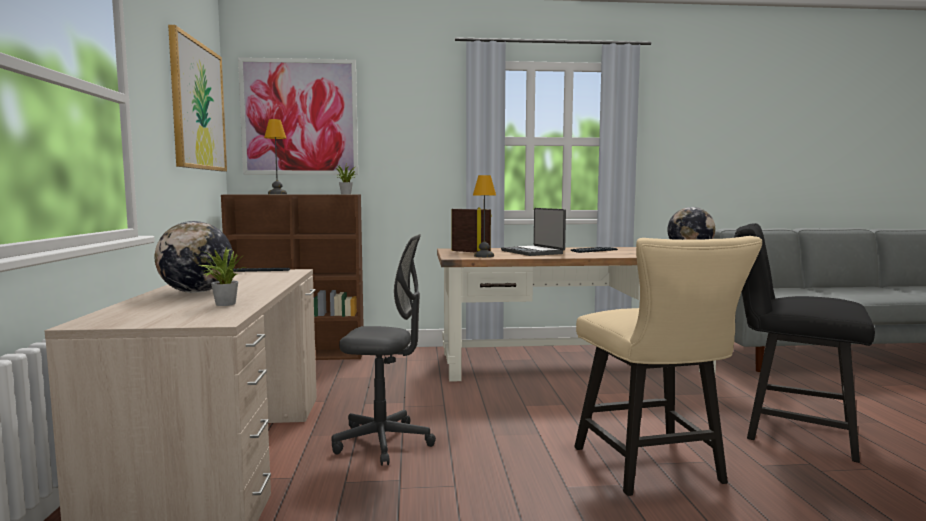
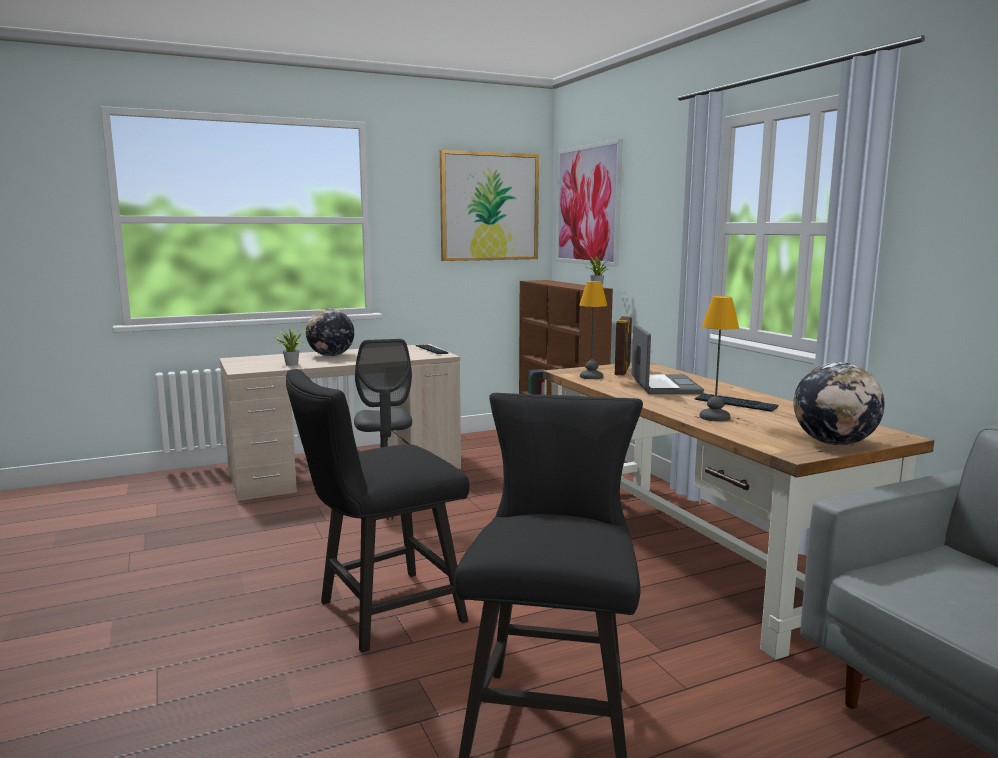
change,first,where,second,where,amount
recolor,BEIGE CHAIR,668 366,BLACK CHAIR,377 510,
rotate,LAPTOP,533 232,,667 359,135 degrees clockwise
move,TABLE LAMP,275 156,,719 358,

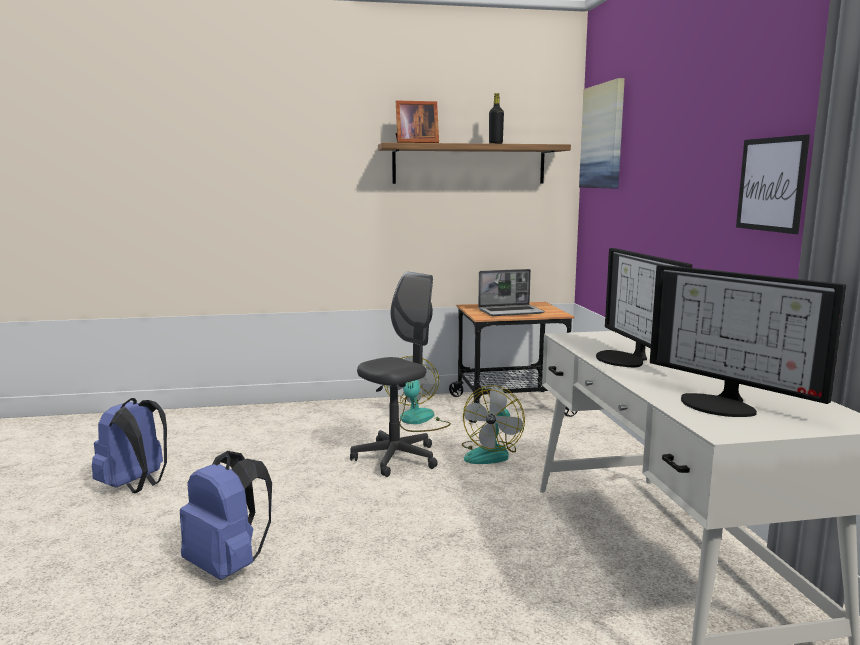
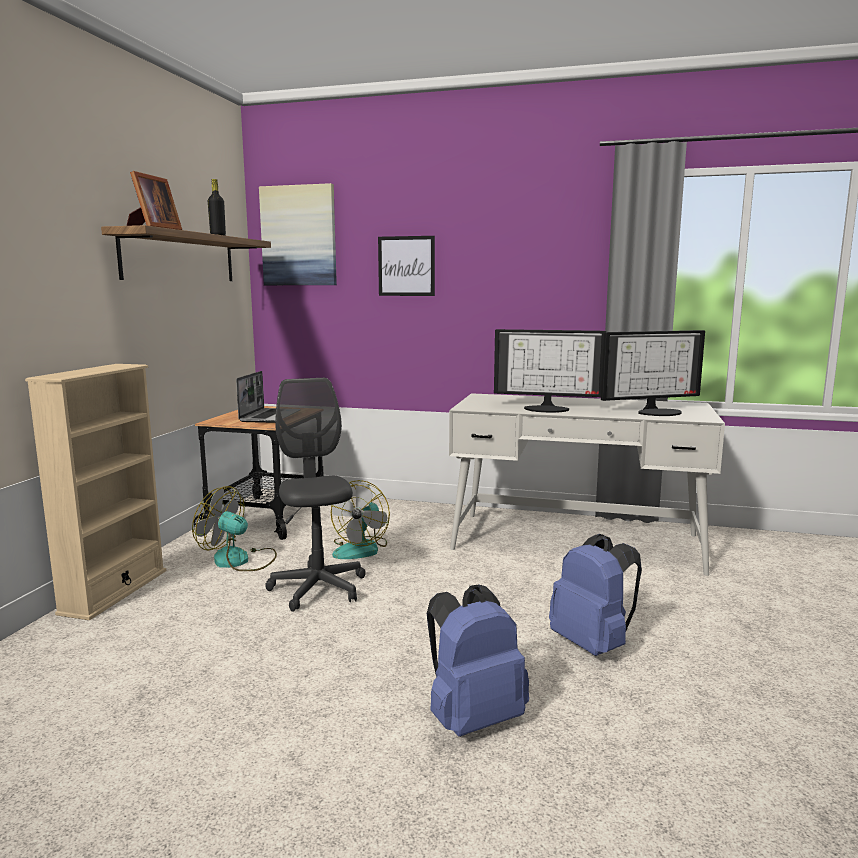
change,first,where,second,where,amount
insert,,,BEIGE BOOKCASE,95 492,
rotate,FAN,493 424,,360 519,60 degrees clockwise
move,PICTURE,773 184,,406 266,
move,BLUE BACKPACK,129 445,,595 595,

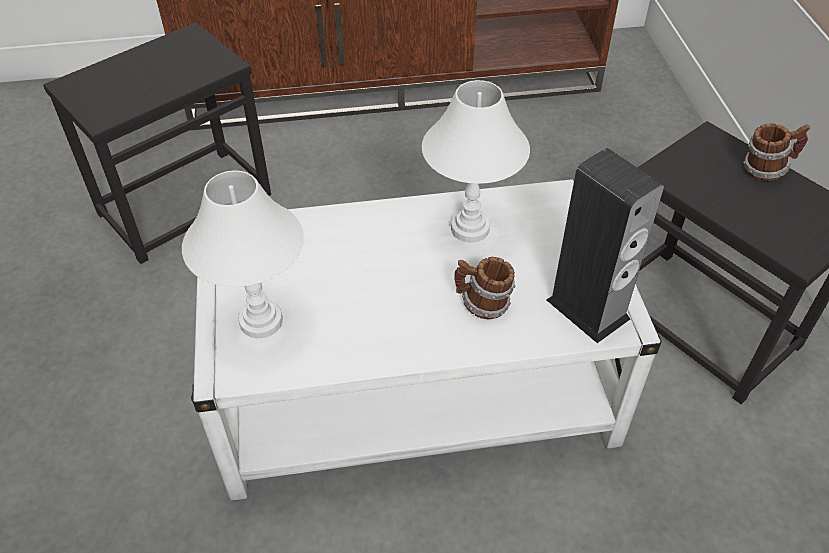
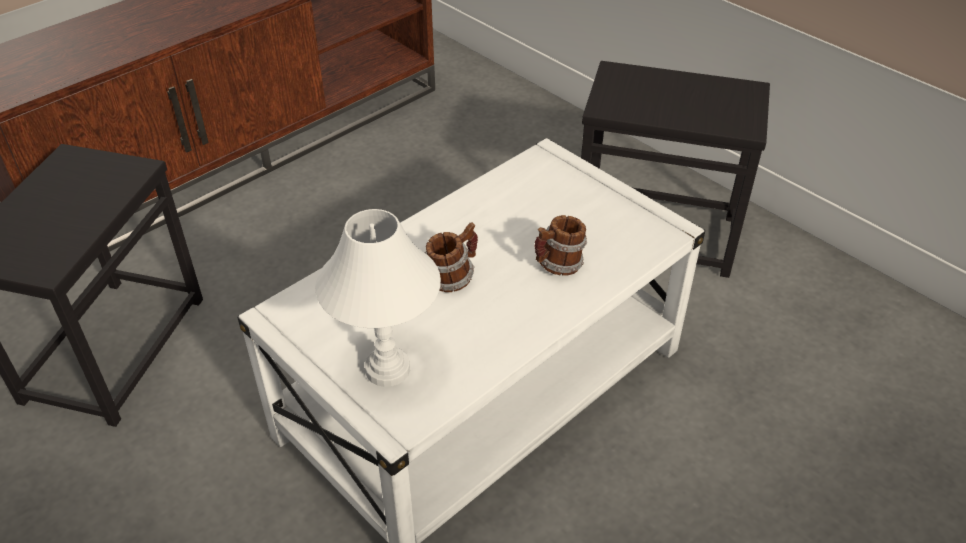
change,first,where,second,where,amount
move,MUG,776 152,,451 257,
delete,WHITE TABLE LAMP,476 161,,,
delete,SPEAKER,605 245,,,

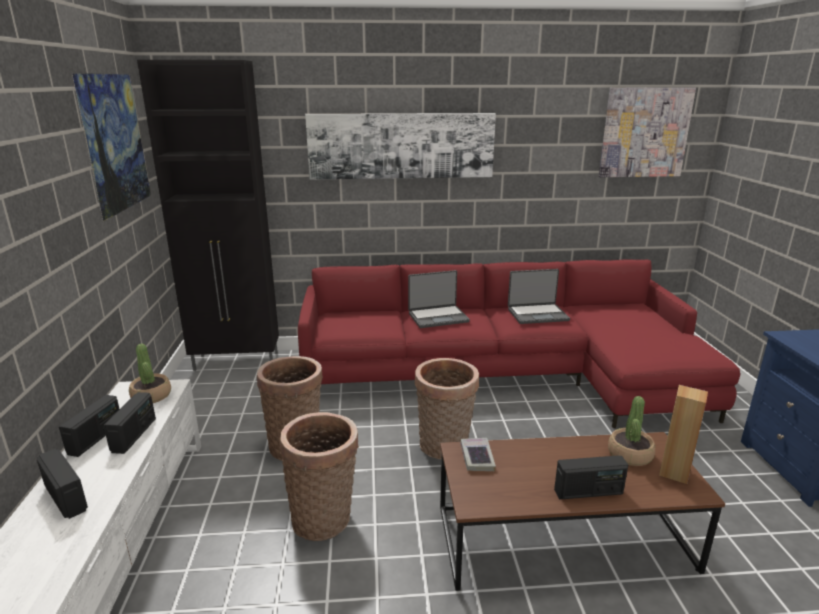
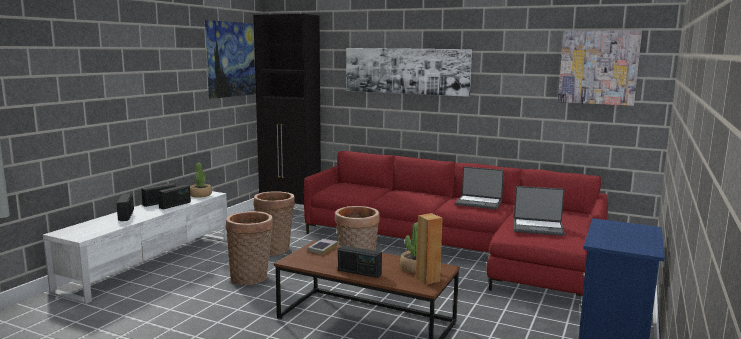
change,first,where,second,where,amount
move,LAPTOP,439 299,,539 211,

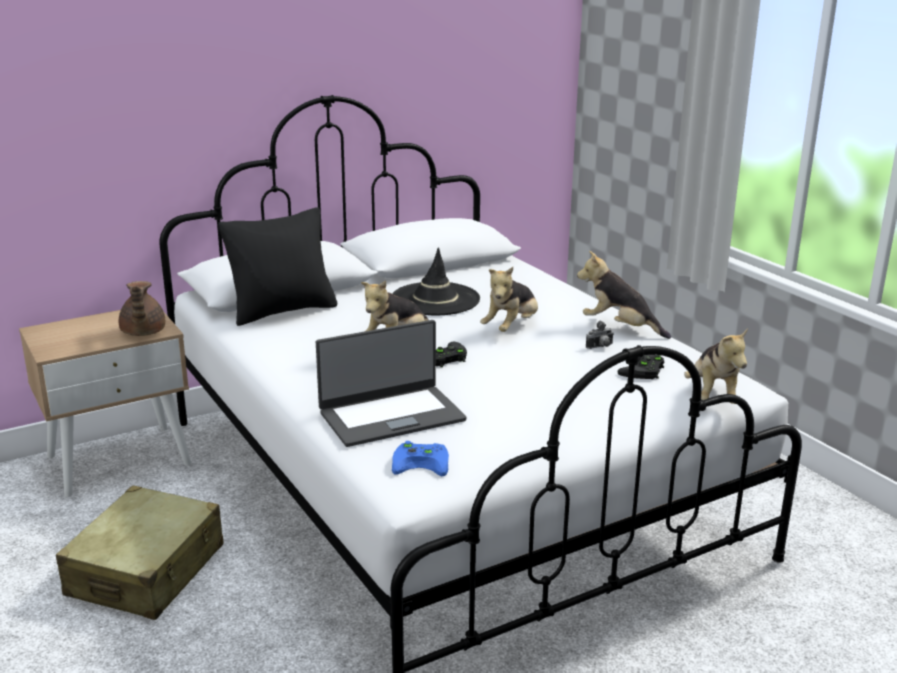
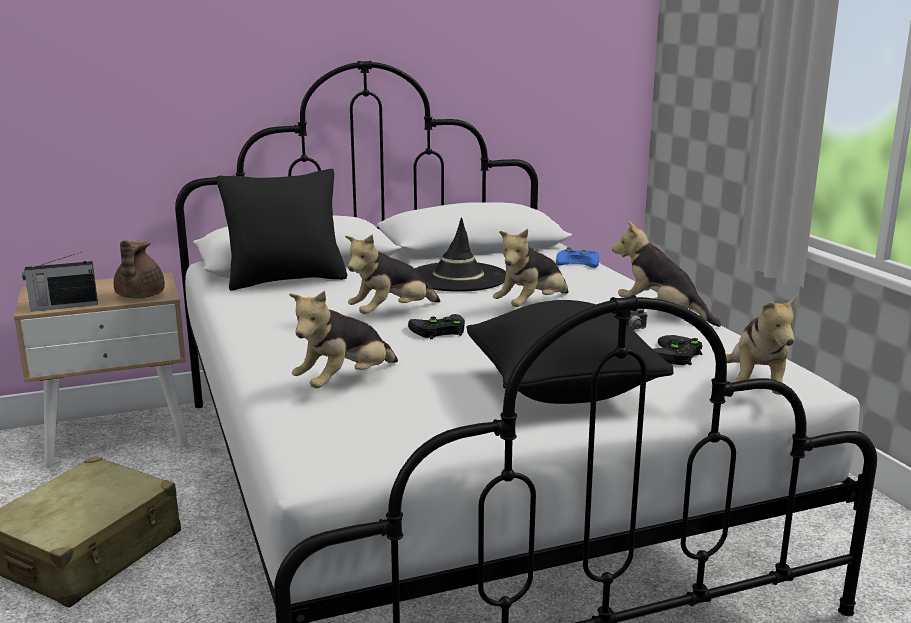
change,first,where,second,where,amount
insert,,,RADIO,60 282,
replace,LAPTOP,391 383,PLUSH TOY,343 339,
insert,,,BLACK PILLOW,570 352,
move,BLUE GAME CONTROLLER,420 458,,578 257,

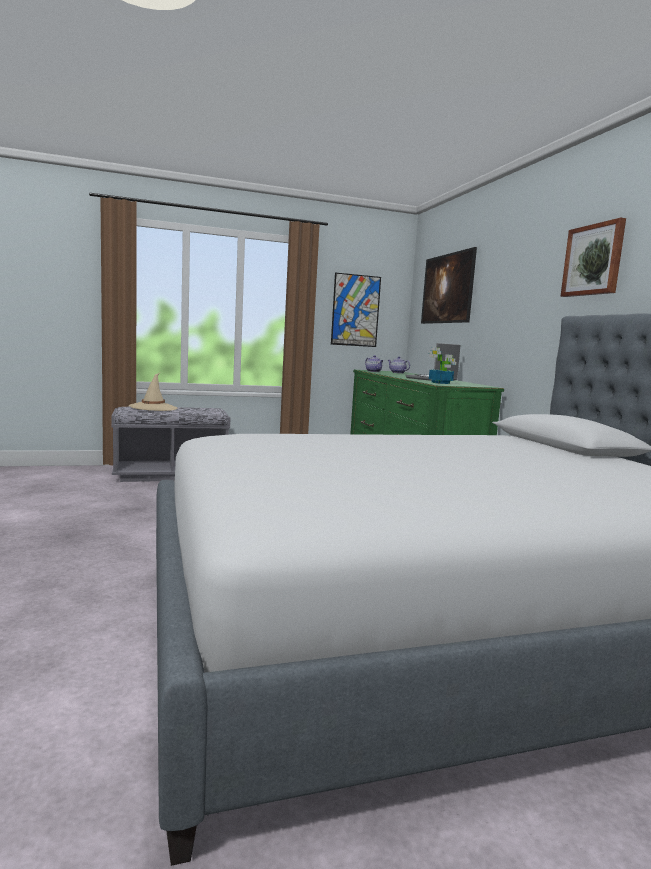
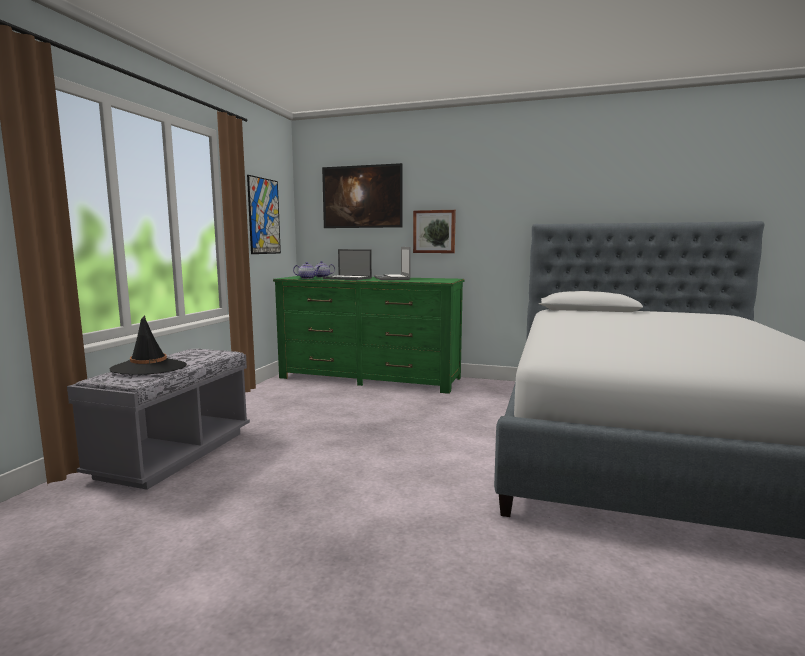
change,first,where,second,where,amount
recolor,BEIGE HAT,153 392,BLACK HAT,148 345,
insert,,,LAPTOP,347 264,
move,PICTURE,593 257,,434 231,
delete,POTTED PLANT,442 365,,,

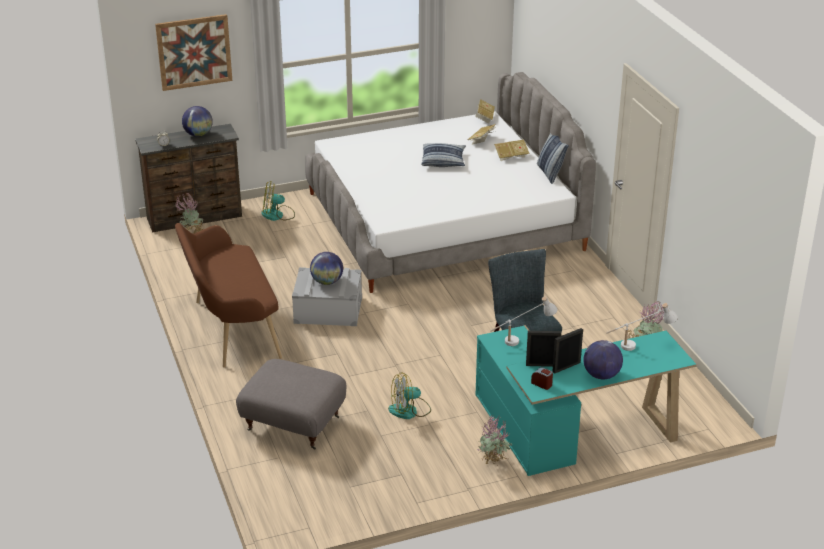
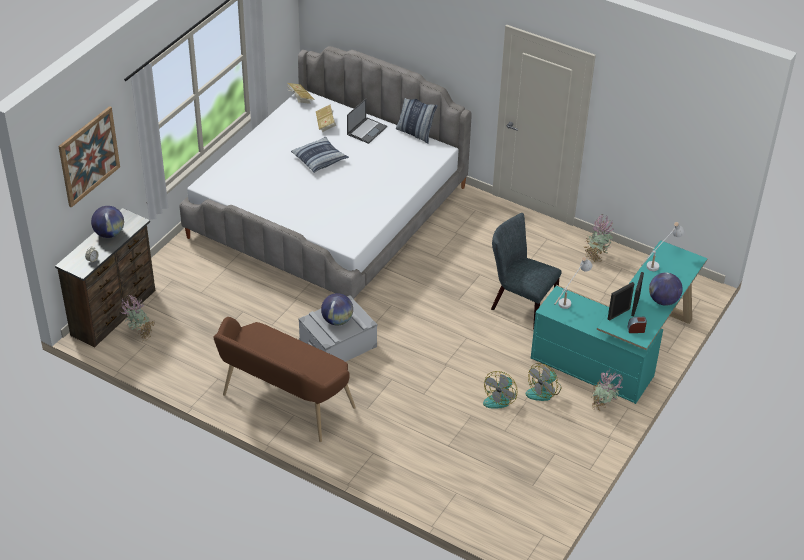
change,first,where,second,where,amount
replace,BOOK,512 150,LAPTOP,367 121,
move,FAN,278 201,,543 382,
delete,GREY OTTOMAN,291 404,,,

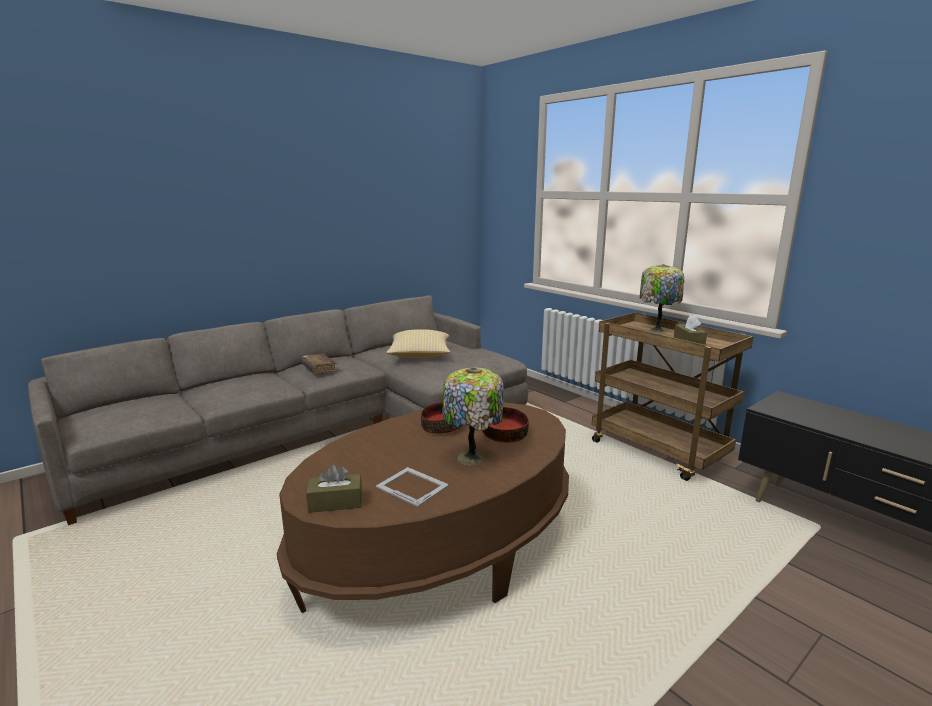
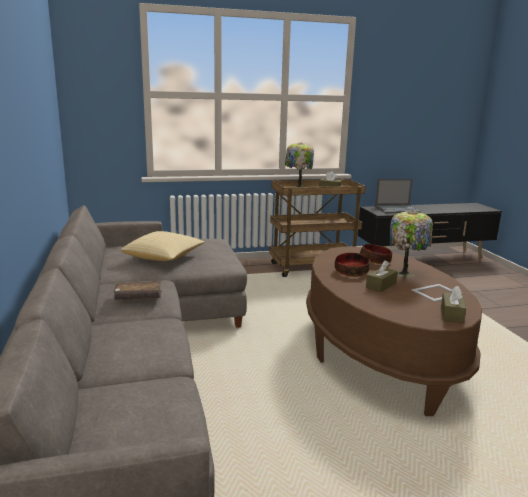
change,first,where,second,where,amount
insert,,,BROWN TISSUE BOX,382 276,
insert,,,LAPTOP,398 196,

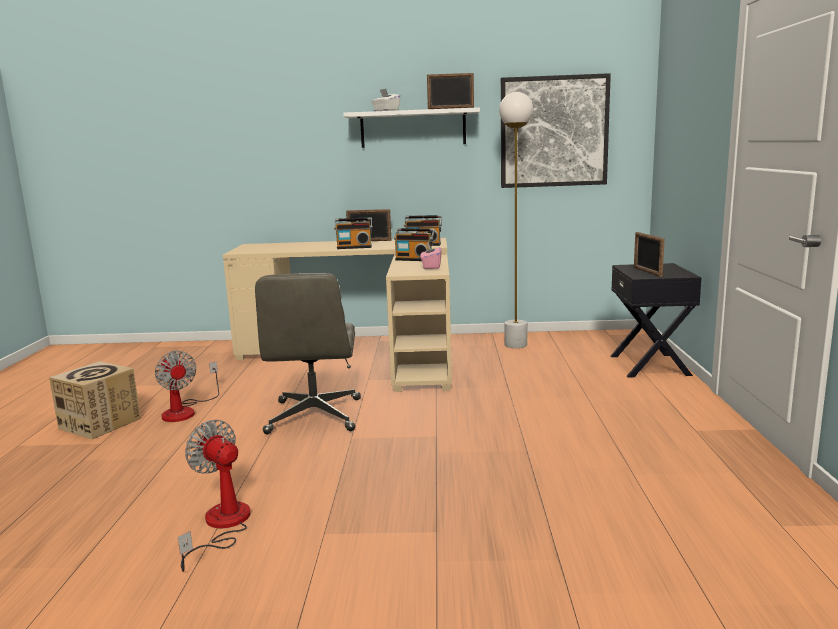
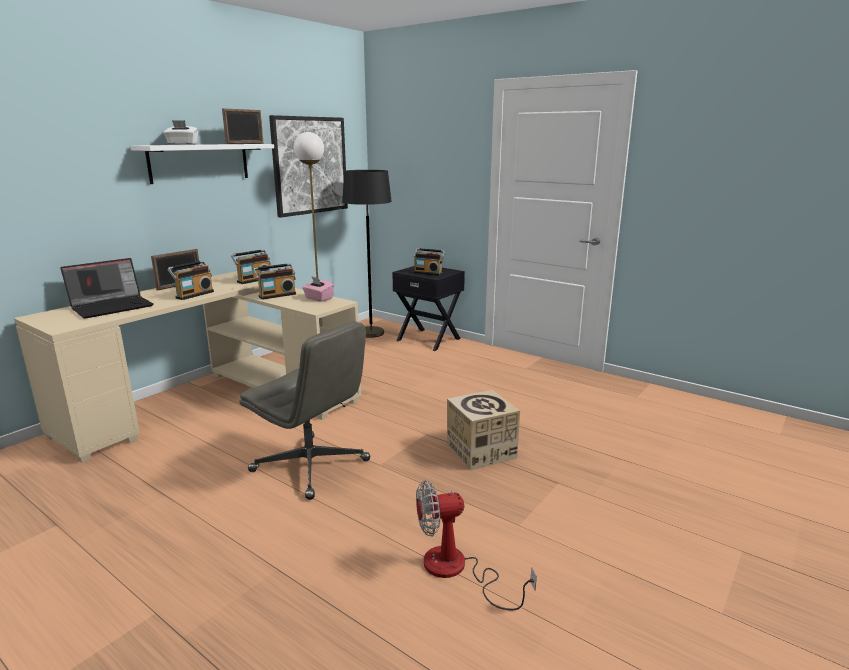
change,first,where,second,where,amount
insert,,,LAPTOP,106 288,
insert,,,BLACK FLOOR LAMP,367 254,
replace,PICTURE FRAME,649 254,RADIO,429 262,
move,CARDBOARD BOX,95 400,,483 430,
delete,FAN,187 386,,,

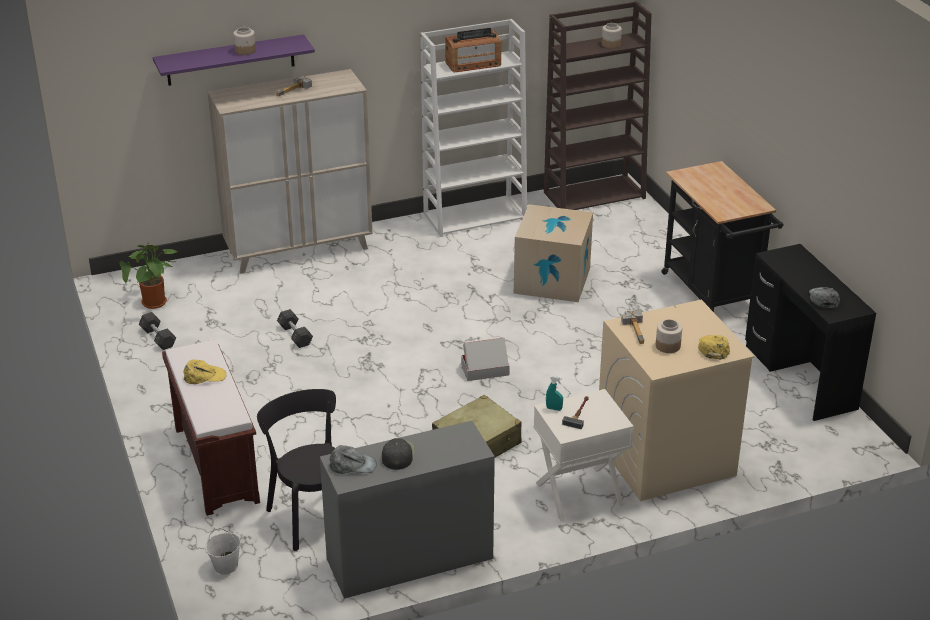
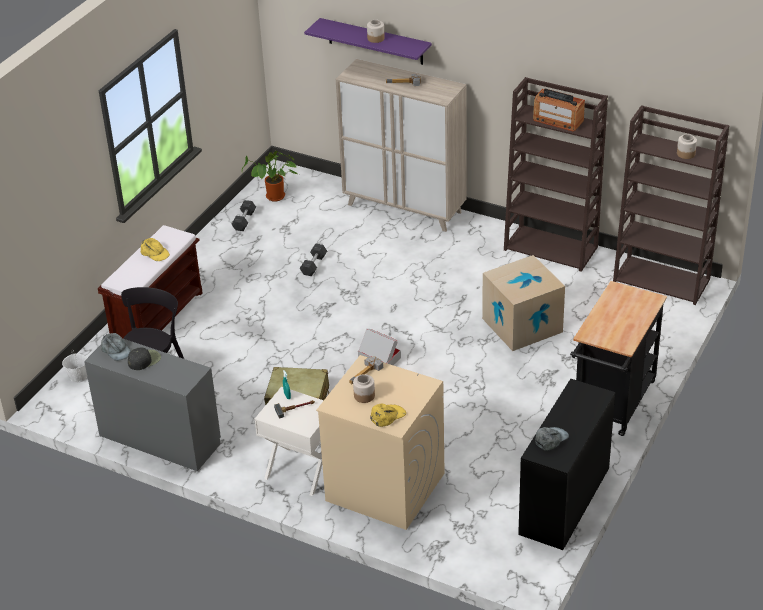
change,first,where,second,where,amount
recolor,WHITE BOOKCASE,473 128,BROWN BOOKCASE,556 174,

